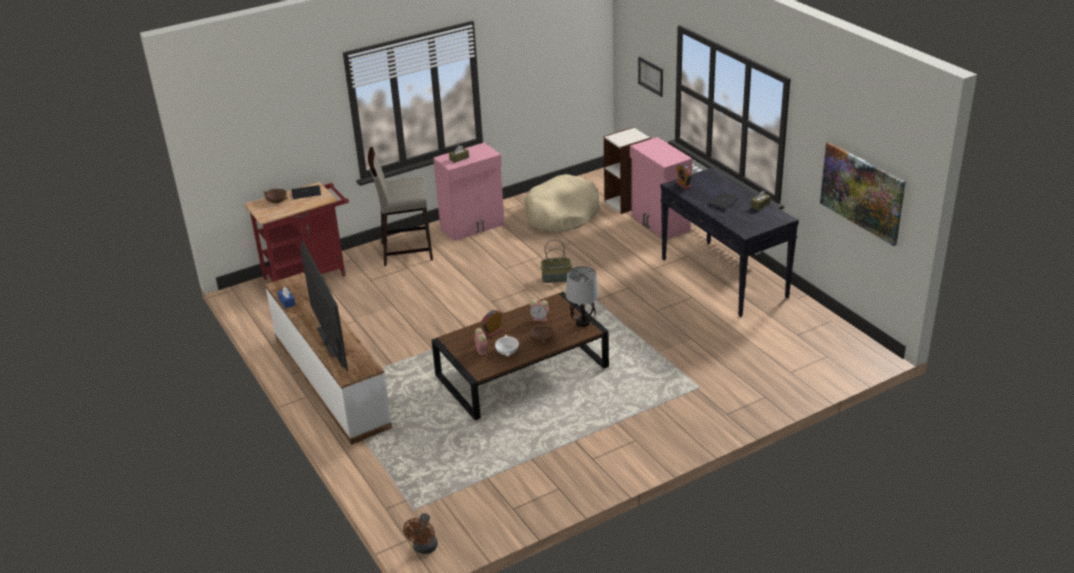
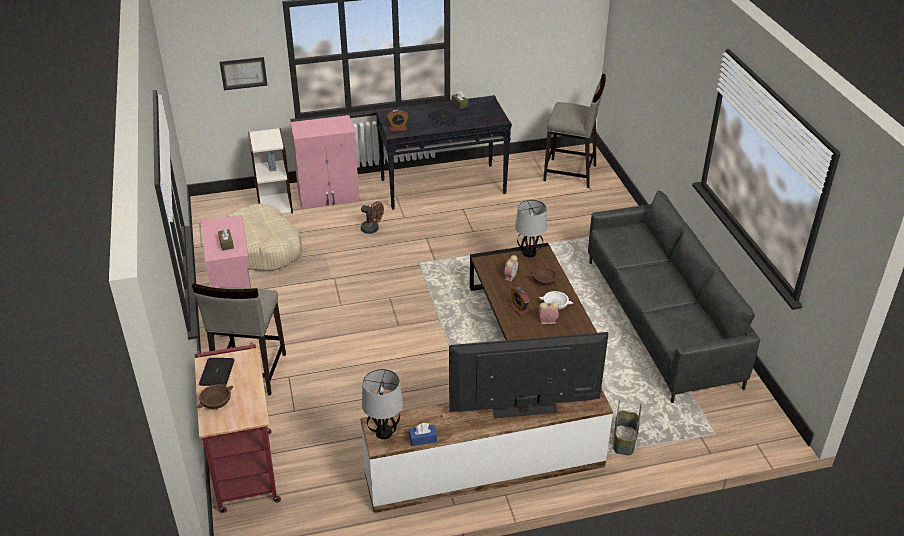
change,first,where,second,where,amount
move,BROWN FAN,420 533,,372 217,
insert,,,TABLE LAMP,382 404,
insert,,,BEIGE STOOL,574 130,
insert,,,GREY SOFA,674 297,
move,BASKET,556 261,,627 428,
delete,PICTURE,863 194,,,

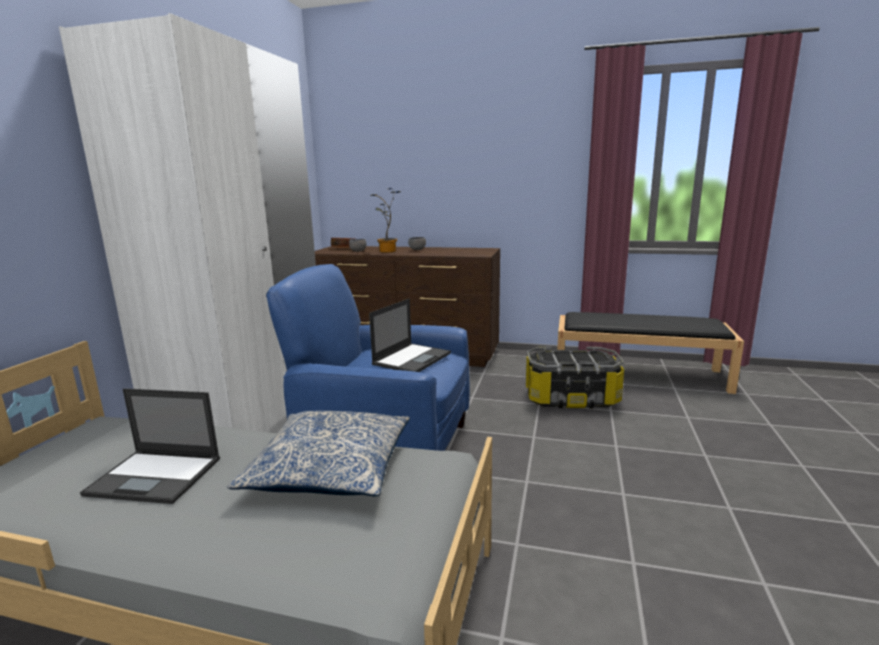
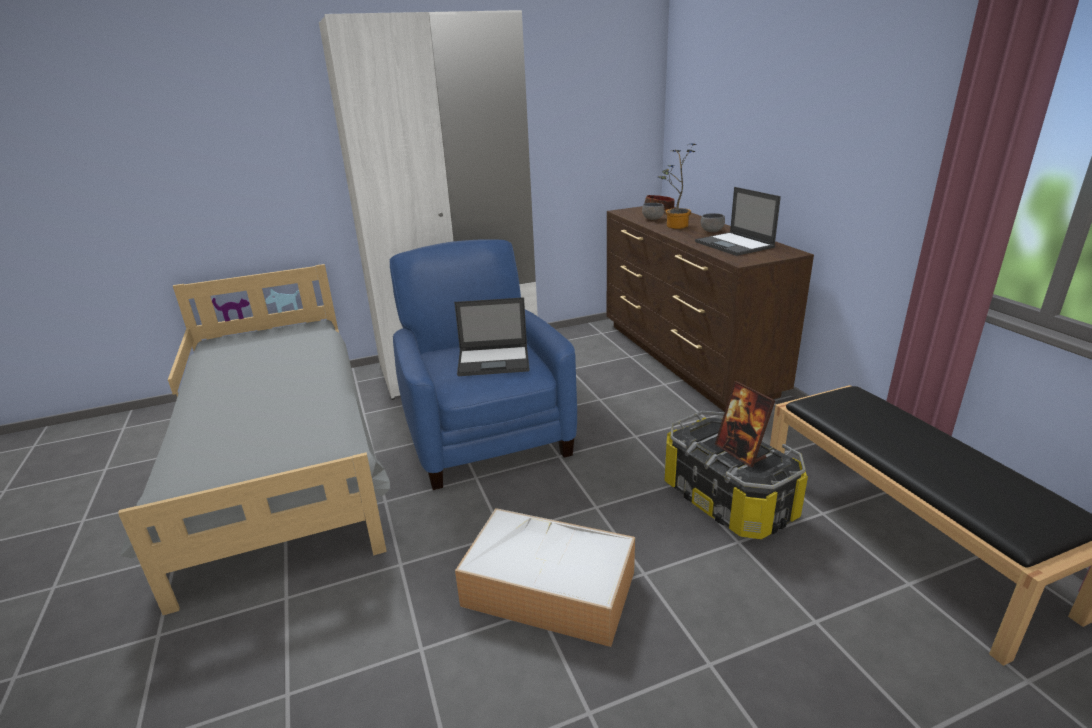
change,first,where,second,where,amount
insert,,,STORAGE BOX,545 577,
move,LAPTOP,150 446,,738 221,
insert,,,PICTURE FRAME,745 424,
delete,PILLOW,318 453,,,

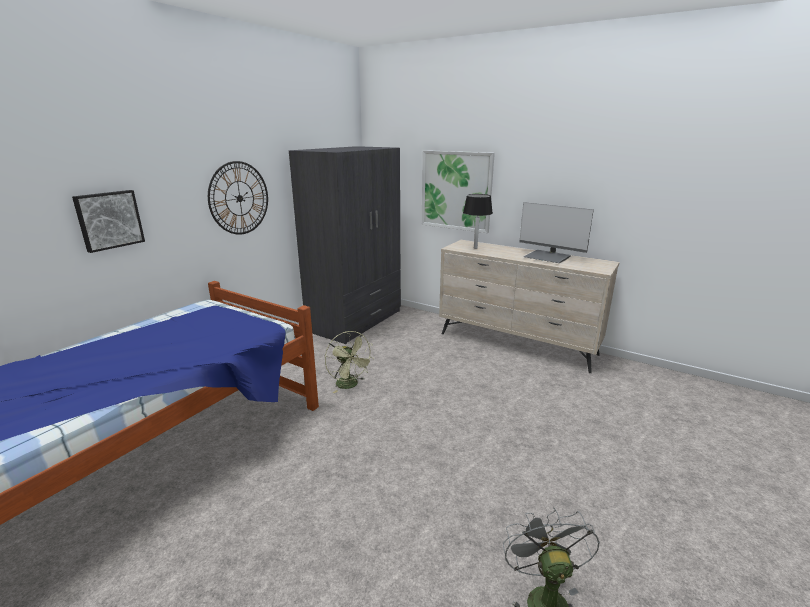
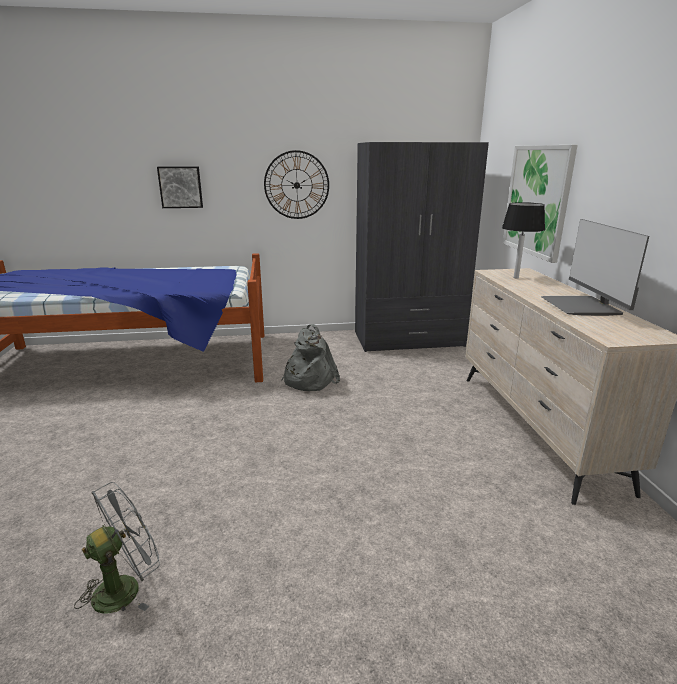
change,first,where,second,where,amount
replace,GREEN FAN,349 362,GREY BACKPACK,310 357,

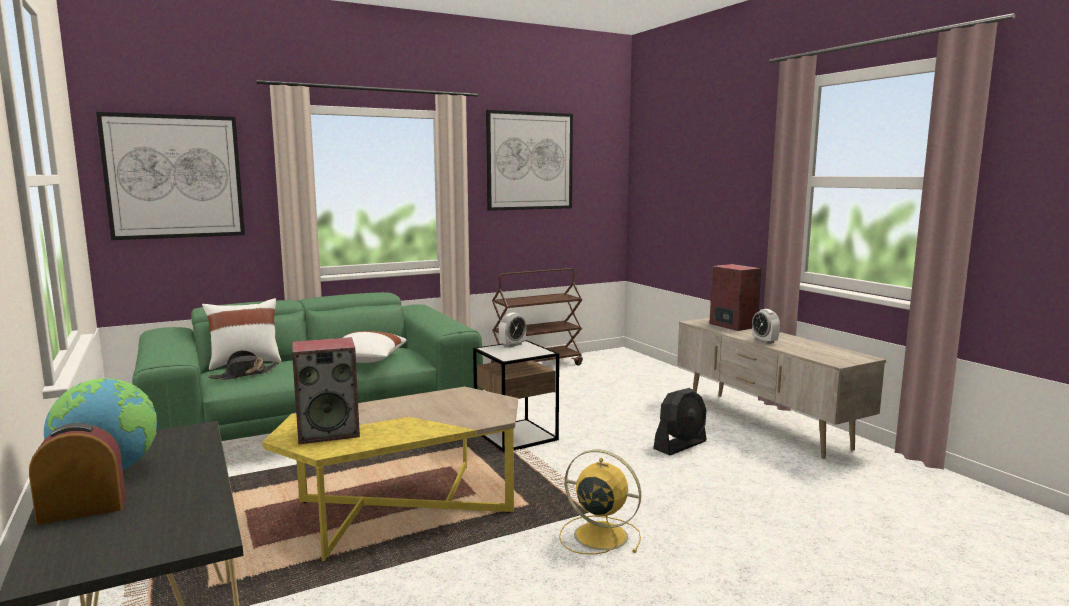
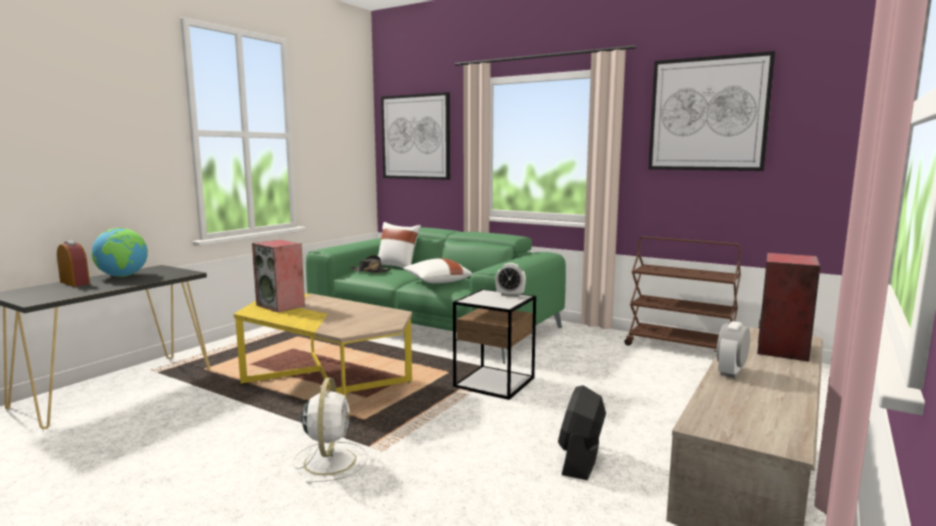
change,first,where,second,where,amount
recolor,YELLOW FAN,600 502,WHITE FAN,330 431,
rotate,BLACK FAN,680 421,,582 432,90 degrees clockwise

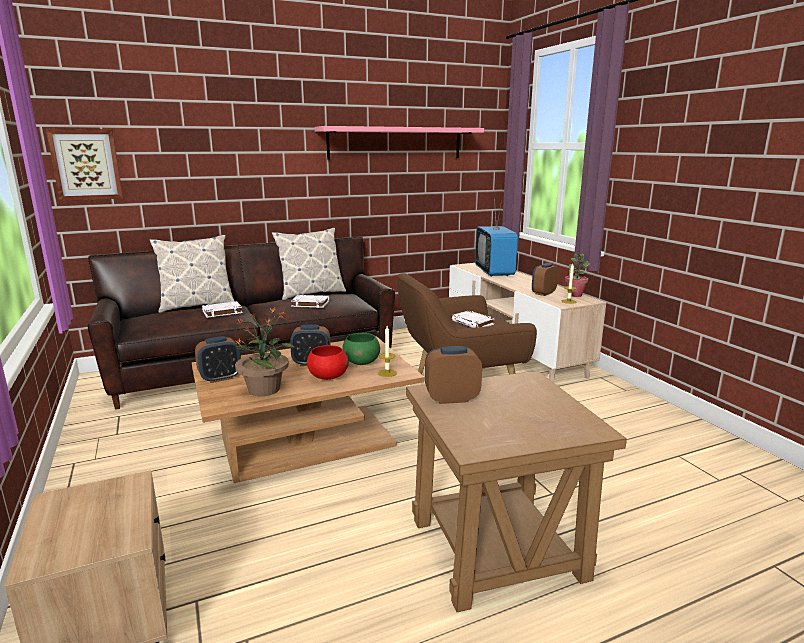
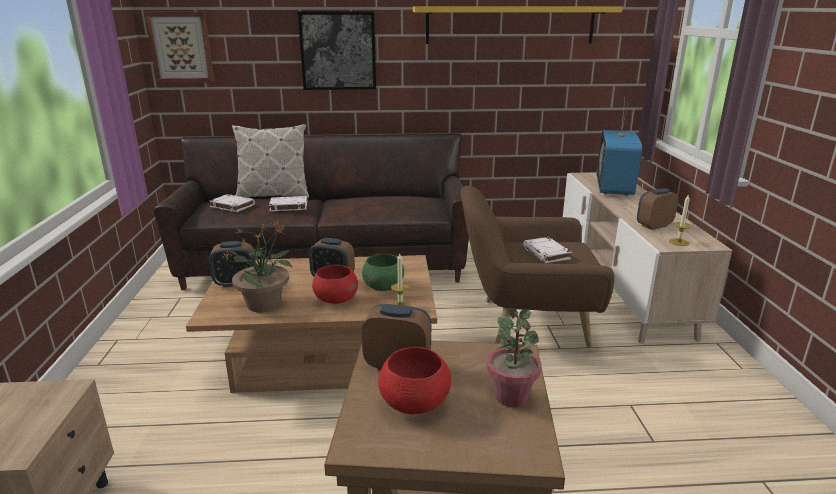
change,first,where,second,where,amount
move,WHITE BOOK,310 301,,232 203,
insert,,,PICTURE,337 51,
insert,,,RED BOWL,414 380,
recolor,PINK SHELF,399 143,YELLOW SHELF,517 25,
move,POTTED PLANT,577 275,,514 357,
delete,PILLOW,309 264,,,

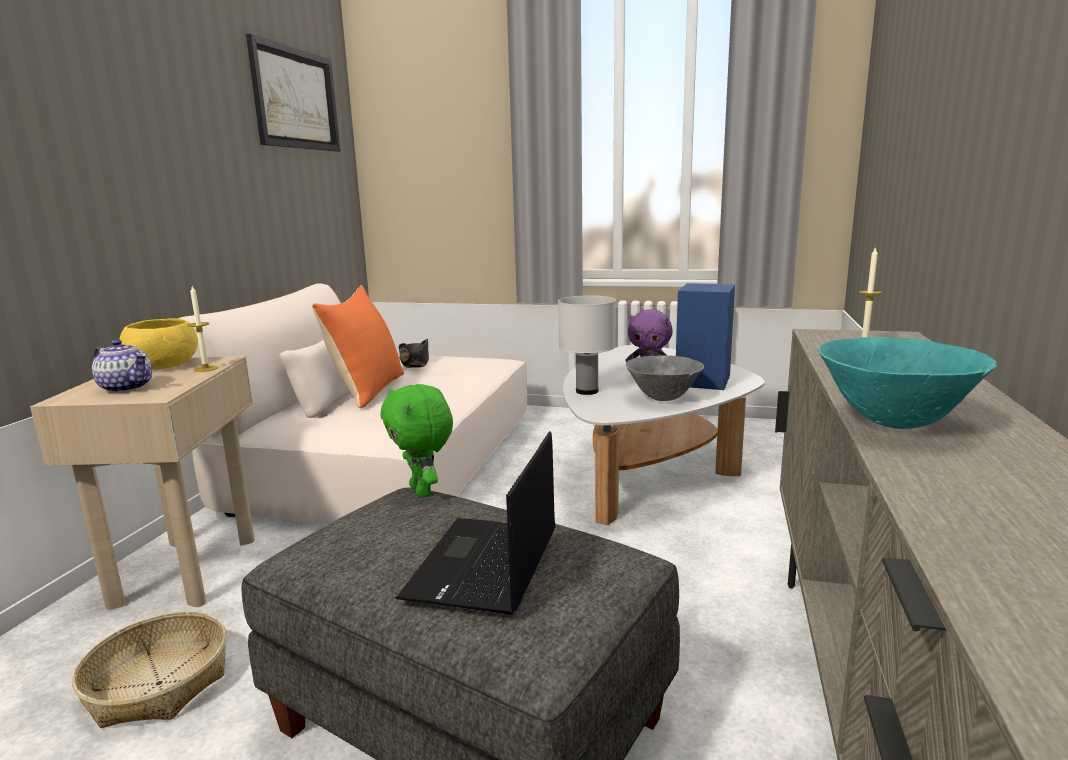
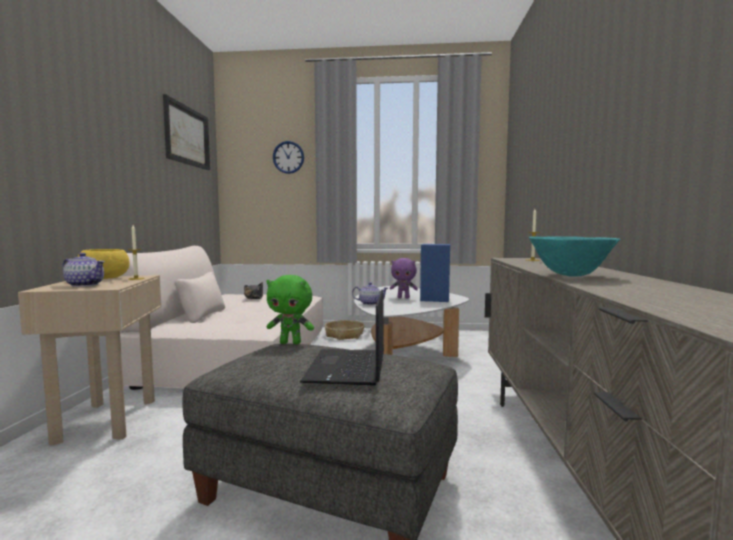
change,first,where,second,where,amount
rotate,GREEN PLUSH TOY,416 440,,290 309,45 degrees counterclockwise
insert,,,WALL CLOCK,288 157,
move,BASKET,149 669,,345 330,
replace,WHITE TABLE LAMP,587 345,TEAPOT,370 293,
delete,ORANGE PILLOW,358 346,,,
delete,GREY BOWL,665 378,,,

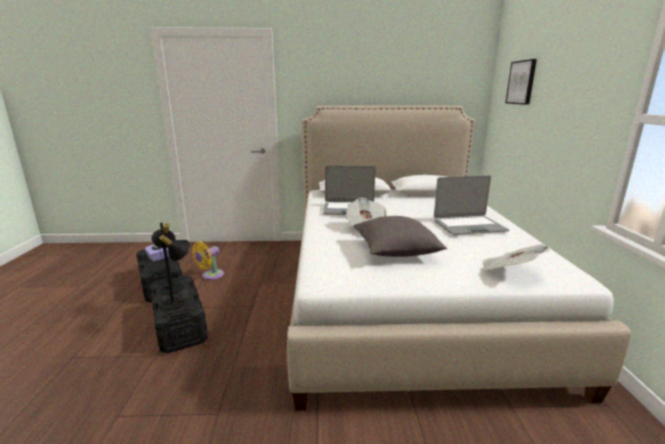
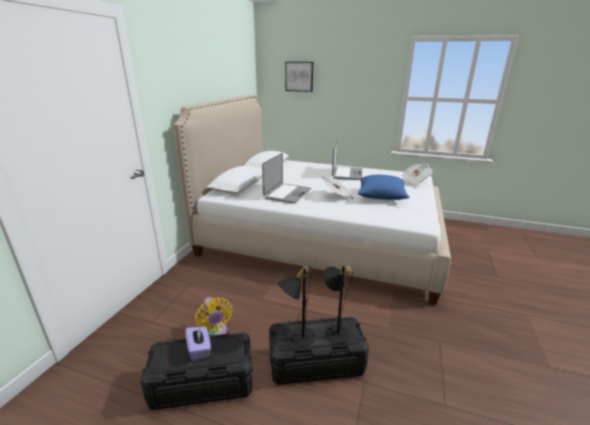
change,first,where,second,where,amount
recolor,GREY PILLOW,400 236,BLUE PILLOW,384 187,

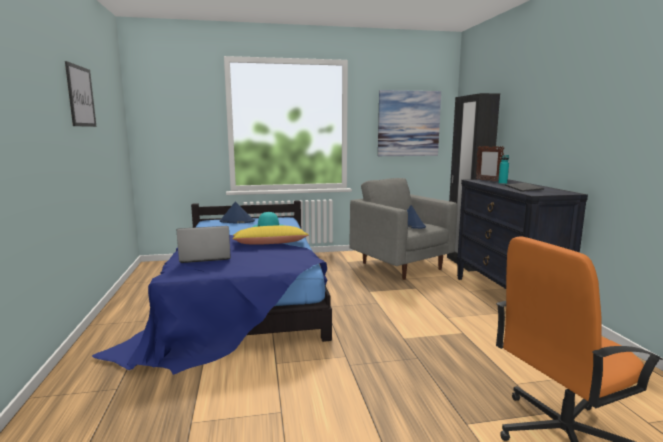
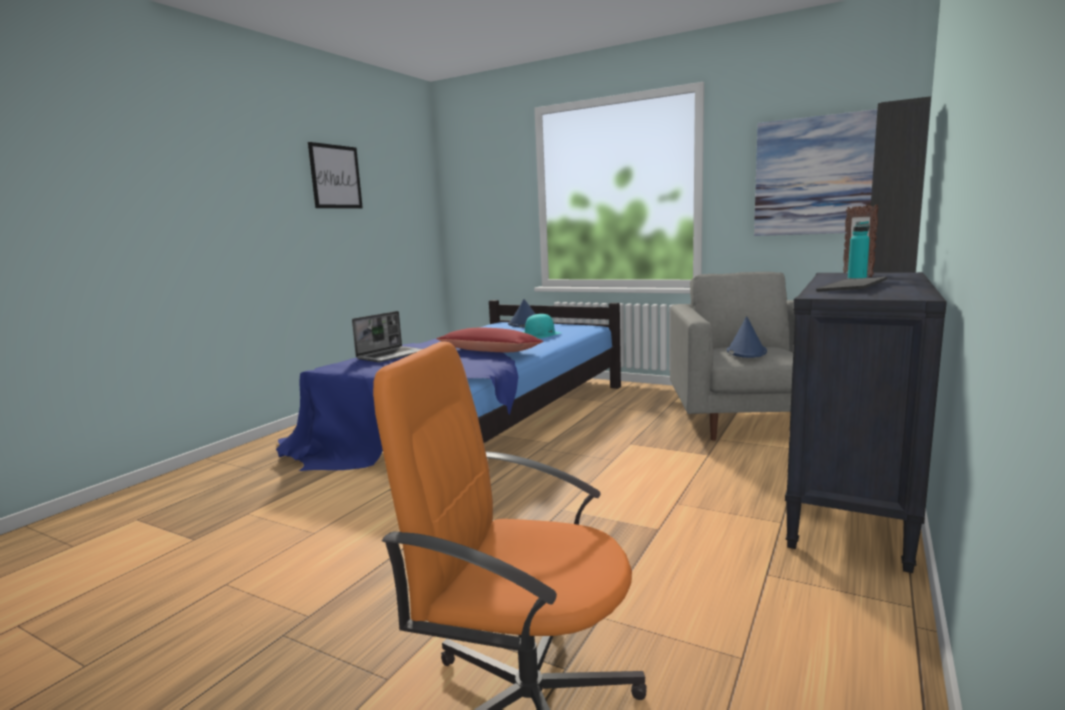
change,first,where,second,where,amount
rotate,LAPTOP,204 244,,387 336,105 degrees clockwise
recolor,YELLOW PILLOW,270 235,RED PILLOW,490 339,

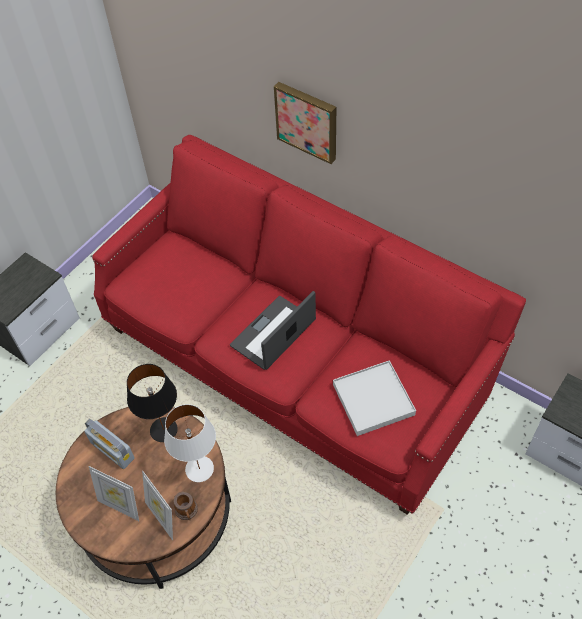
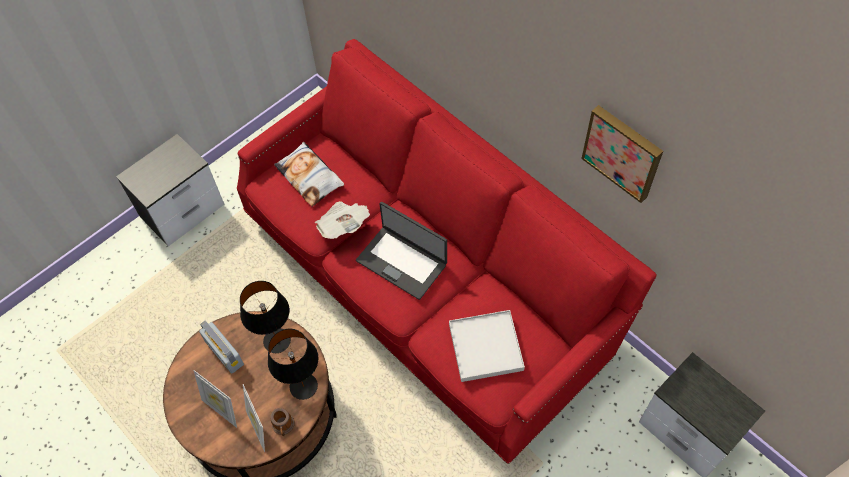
change,first,where,second,where,amount
recolor,WHITE TABLE LAMP,190 443,BLACK TABLE LAMP,293 364,
insert,,,PILLOW,309 174,
insert,,,NEWSPAPER,342 220,
rotate,LAPTOP,273 330,,401 250,105 degrees counterclockwise
move,PICTURE,305 123,,622 154,

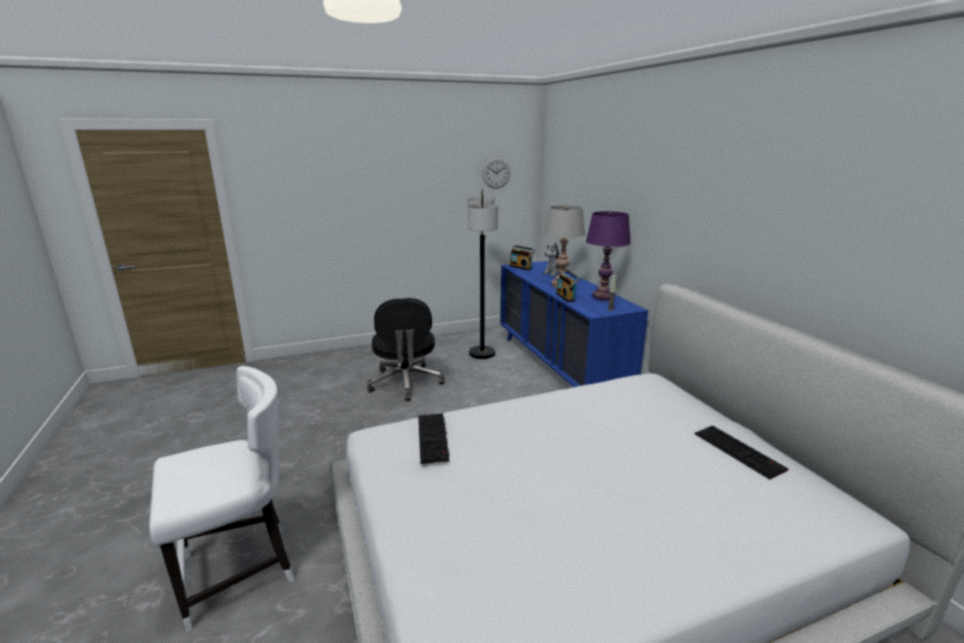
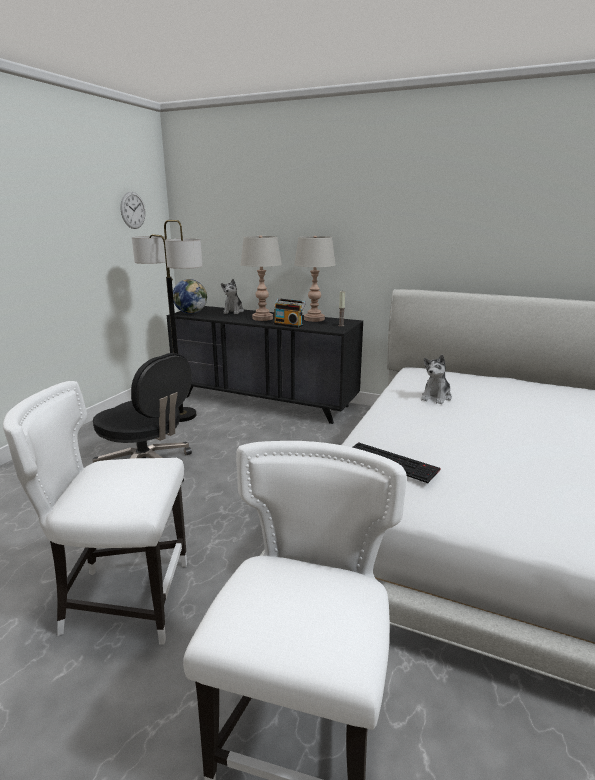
change,first,where,second,where,amount
insert,,,WHITE CHAIR,95 512,
recolor,BLUE DRESSER,574 324,BLACK DRESSER,265 365,
replace,RADIO,522 257,GLOBE,190 296,
recolor,PURPLE TABLE LAMP,608 256,GREY TABLE LAMP,315 279,
insert,,,PLUSH TOY,436 379,
delete,KEYBOARD,741 452,,,

